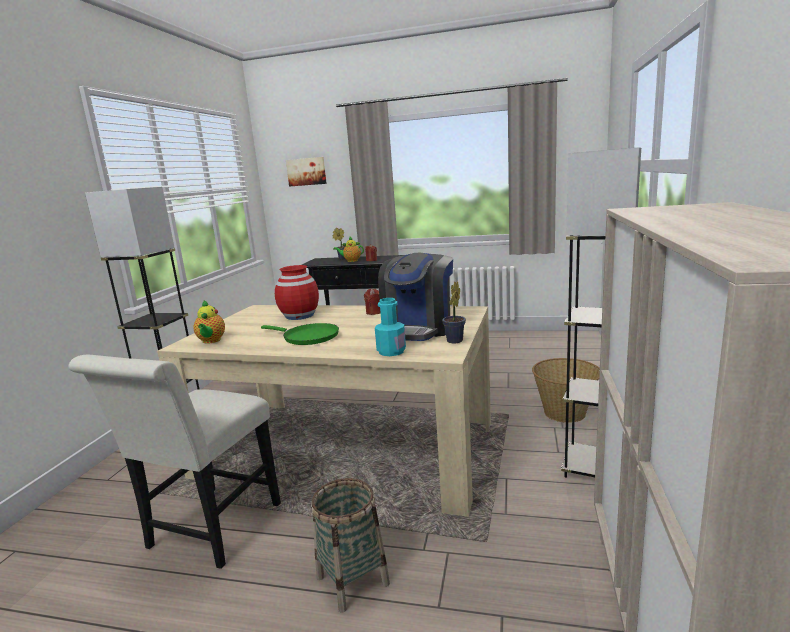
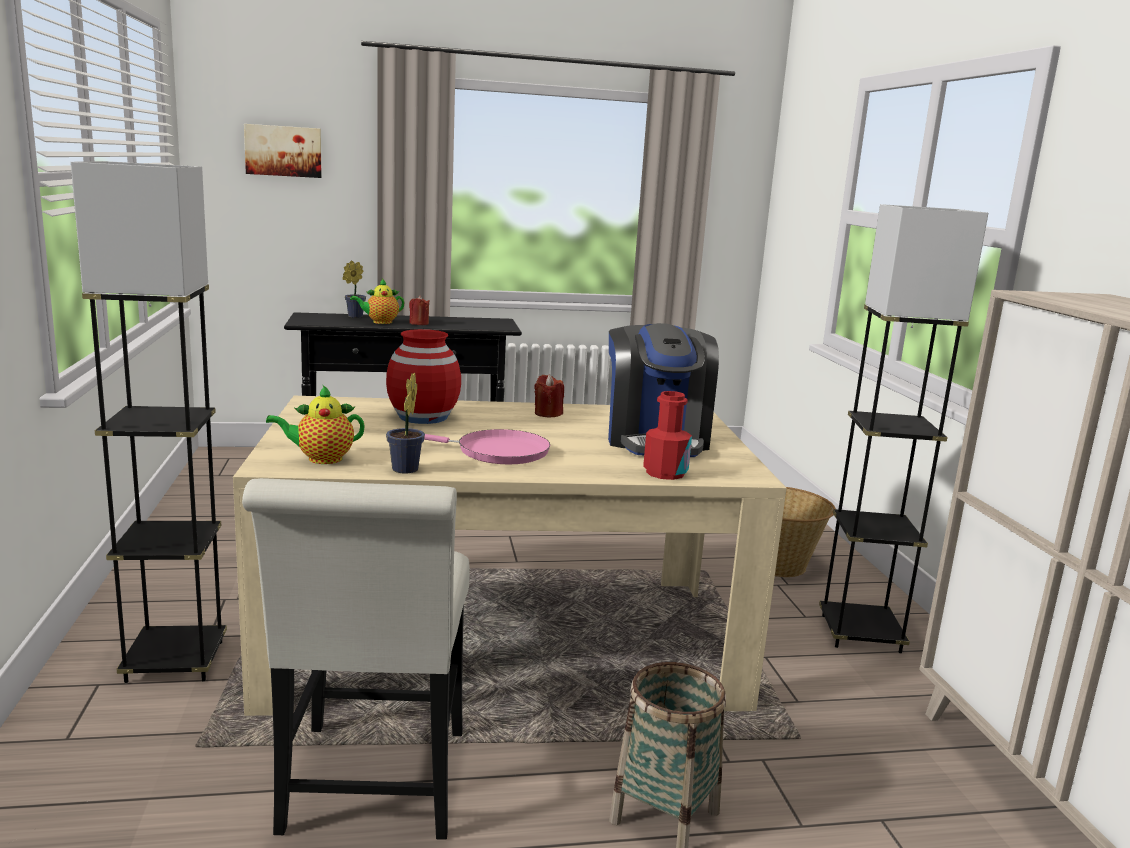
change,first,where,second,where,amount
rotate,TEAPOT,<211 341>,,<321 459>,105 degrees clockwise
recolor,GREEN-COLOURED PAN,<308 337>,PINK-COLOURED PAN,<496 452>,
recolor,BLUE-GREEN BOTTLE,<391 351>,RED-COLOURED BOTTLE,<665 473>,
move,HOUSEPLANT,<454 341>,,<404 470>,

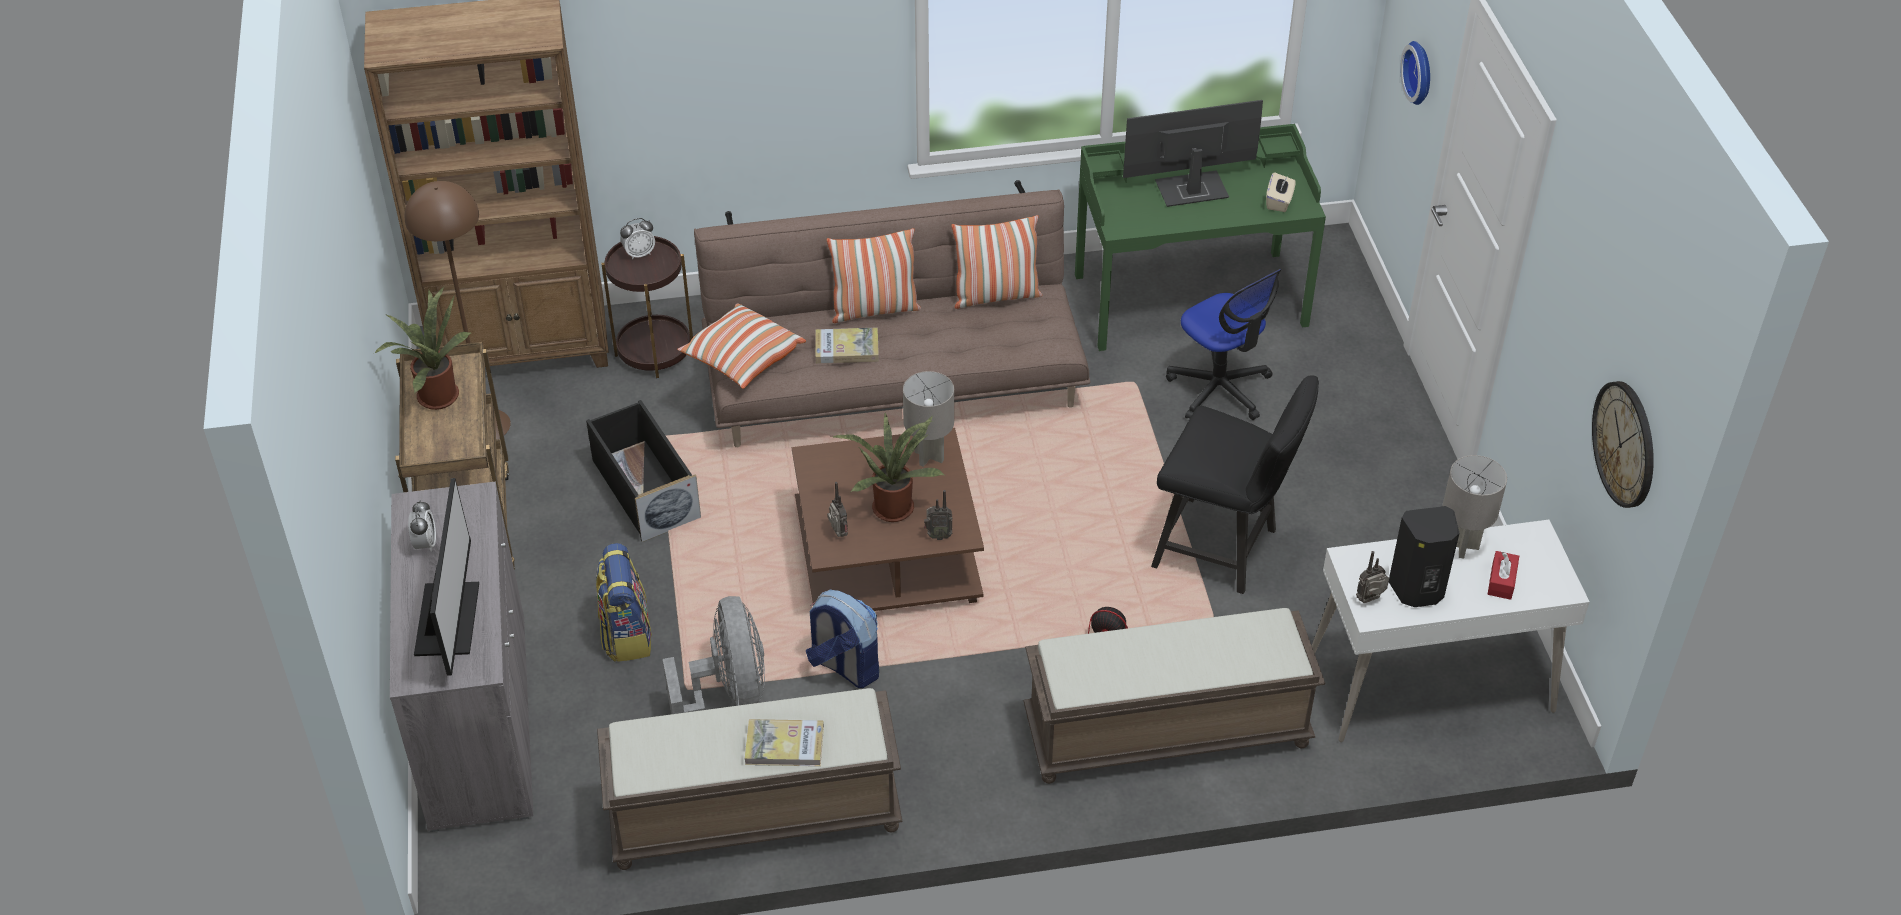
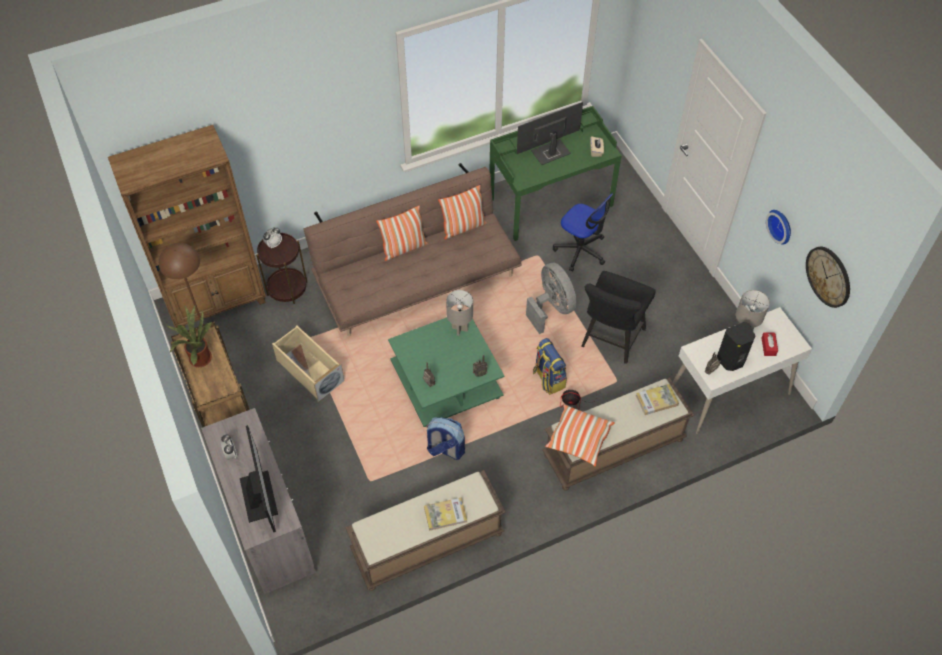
change,first,where,second,where,amount
recolor,BLACK STORAGE CONTAINER,<644 489>,BEIGE-COLOURED STORAGE CONTAINER,<309 370>,
move,BACKPACK,<626 634>,,<548 379>,
move,GRAY COOLING FAN,<728 696>,,<551 308>,
move,PILLOW,<742 358>,,<579 440>,
recolor,BROWN-COLOURED LOUNGE TABLE,<889 553>,GREEN-COLOURED LOUNGE TABLE,<447 380>,
move,VOLUME,<847 348>,,<656 400>,
delete,HOUSEPLANT,<893 505>,,,
rotate,BLACK PLAIN CHAIR,<1224 550>,,<610 341>,105 degrees clockwise
move,HANGING CLOCK,<1421 72>,,<781 226>,

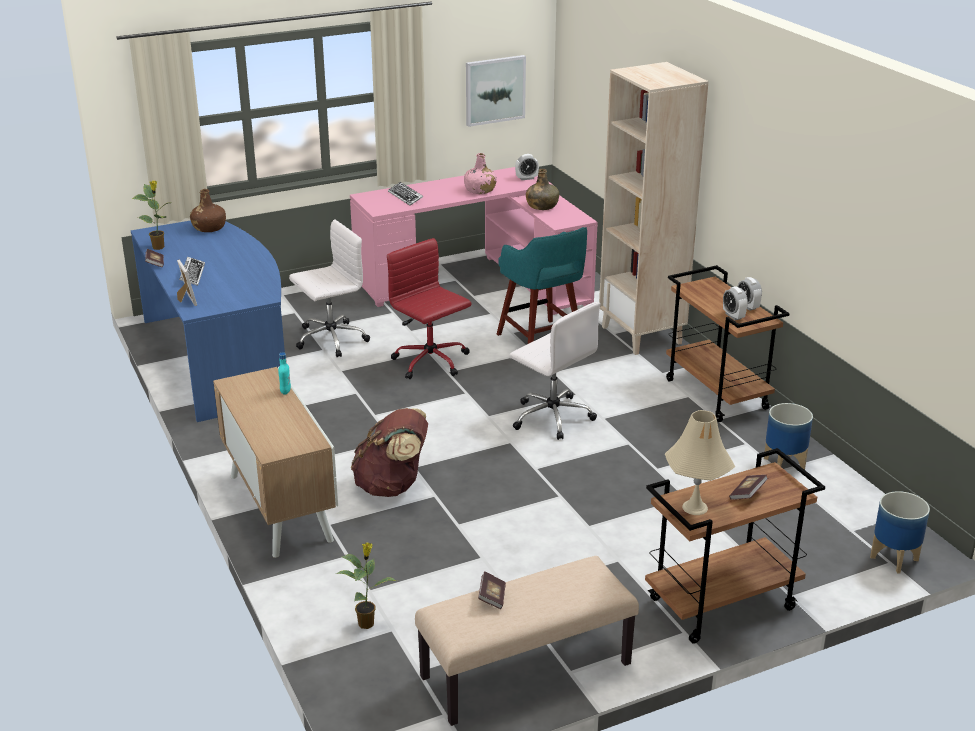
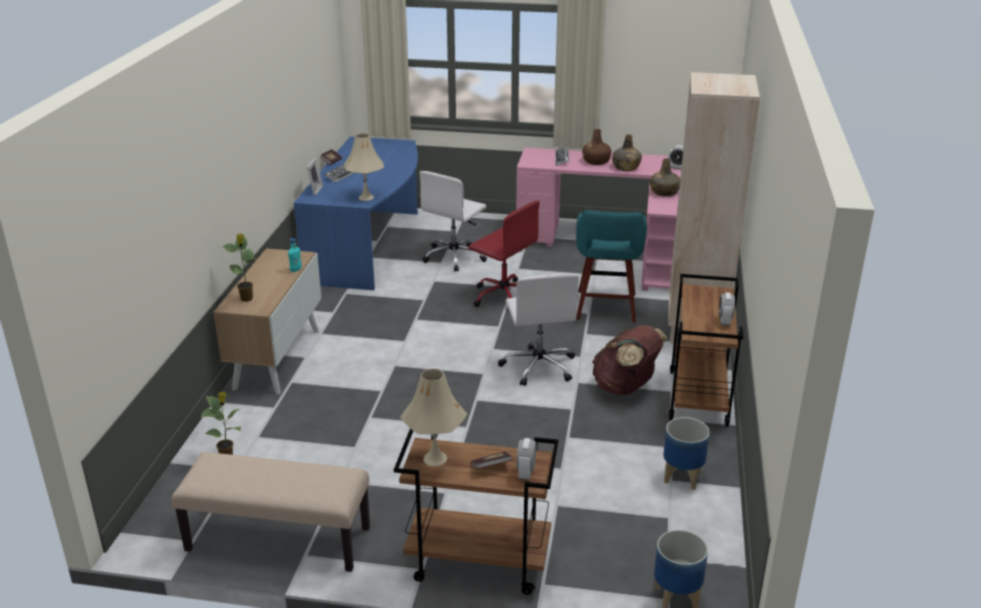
change,first,where,second,where,amount
move,HOUSEPLANT,<159 247>,,<247 299>,
move,BROWN-COLOURED BOTTLE,<209 228>,,<596 161>,
rotate,WHITISH DESK CHAIR,<330 339>,,<454 257>,120 degrees clockwise
move,BROWN-COLOURED BACKPACK,<392 486>,,<625 388>,
rotate,RED-COLOURED DESK CHAIR,<431 362>,,<503 296>,135 degrees clockwise
recolor,PINK-COLOURED BOTTLE,<480 190>,GREEN-COLOURED BOTTLE,<625 167>,
delete,WALL PICTURE,<494 90>,,,
delete,VOLUME,<492 597>,,,
move,ALARM CLOCK,<733 316>,,<526 472>,
insert,,,BEIGE-COLOURED LAMP FOR A TABLE,<366 197>,

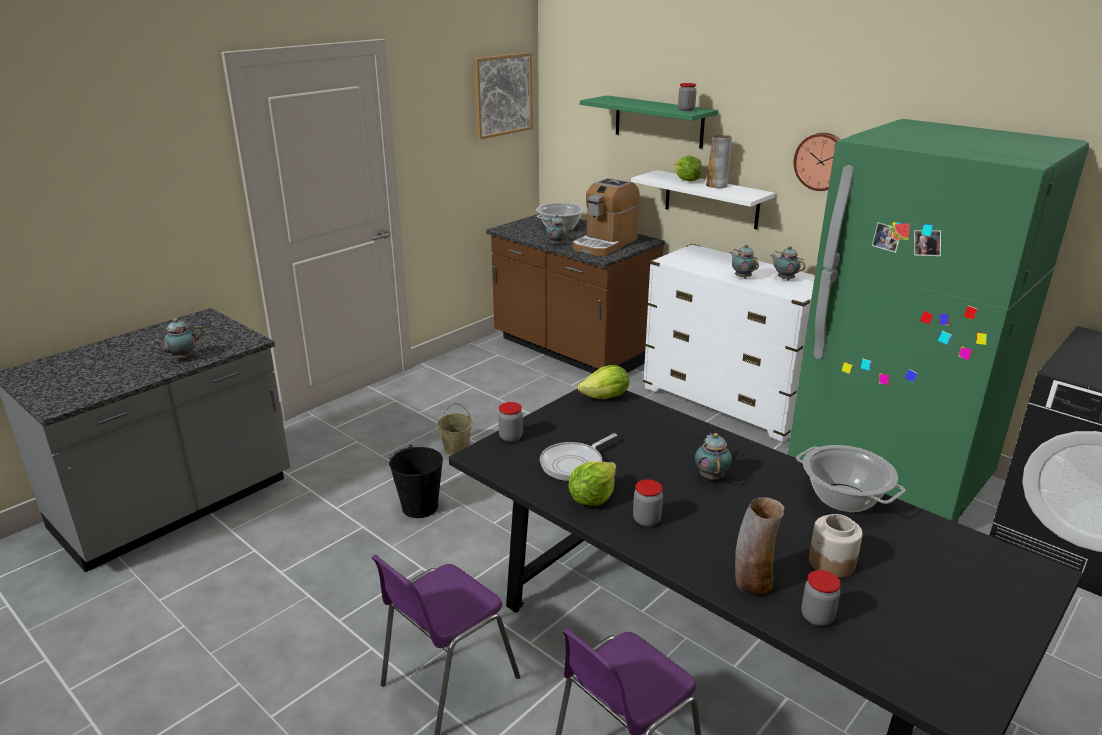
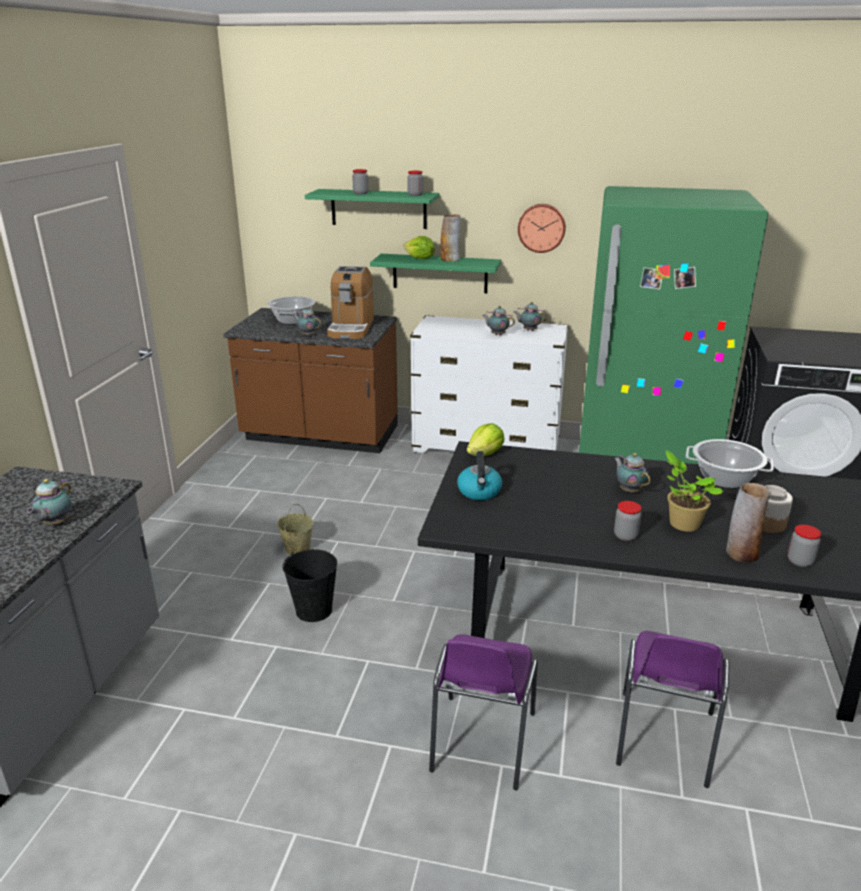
change,first,where,second,where,amount
delete,WALL PICTURE,<502 95>,,,
move,JAR,<510 437>,,<360 193>,
delete,PAN,<574 464>,,,
delete,HEAD OF LETTUCE,<592 498>,,,
recolor,WHITISH BRACKET SHELF,<711 199>,GREEN-COLOURED BRACKET SHELF,<440 273>,
insert,,,WATER KETTLE,<479 492>,
insert,,,HOUSEPLANT,<682 523>,

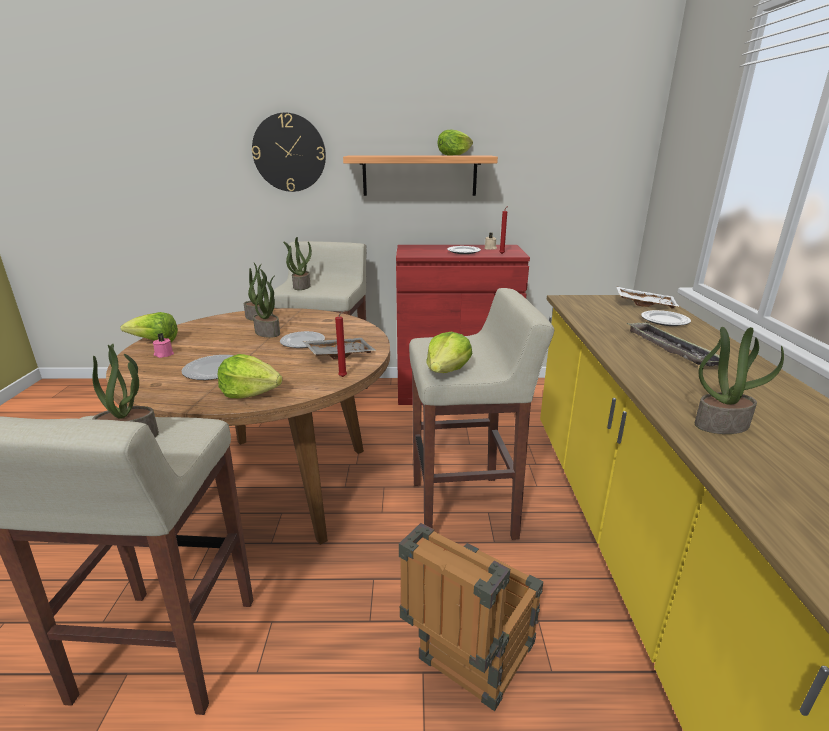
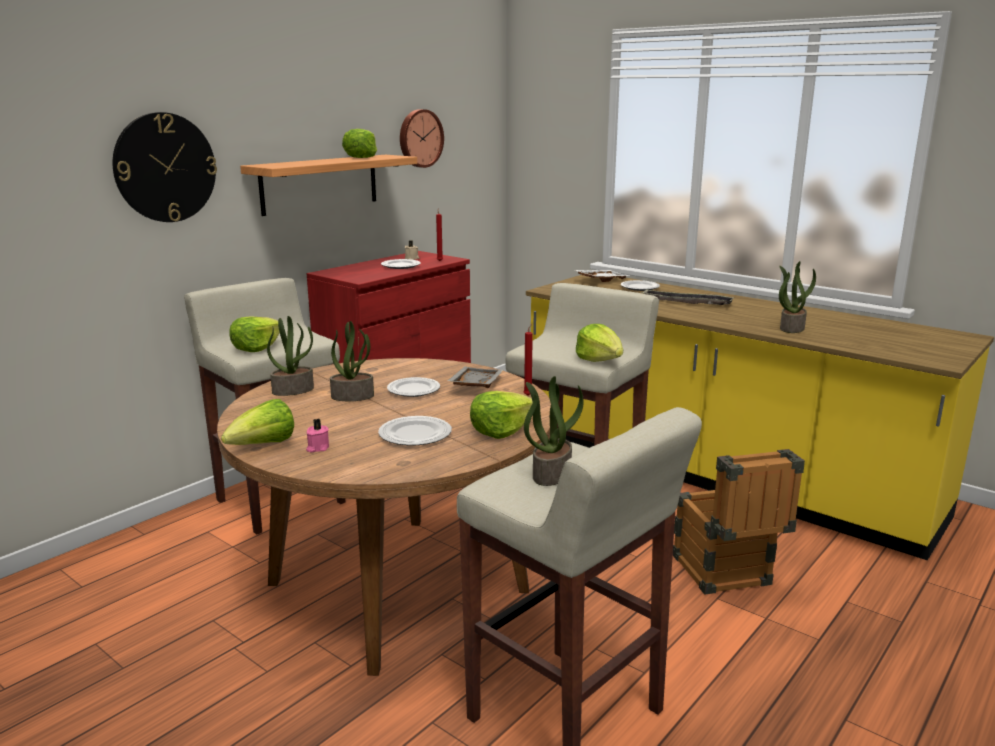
change,first,where,second,where,amount
replace,HOUSEPLANT,<301 286>,HEAD OF LETTUCE,<256 348>,
insert,,,HANGING CLOCK,<419 138>,

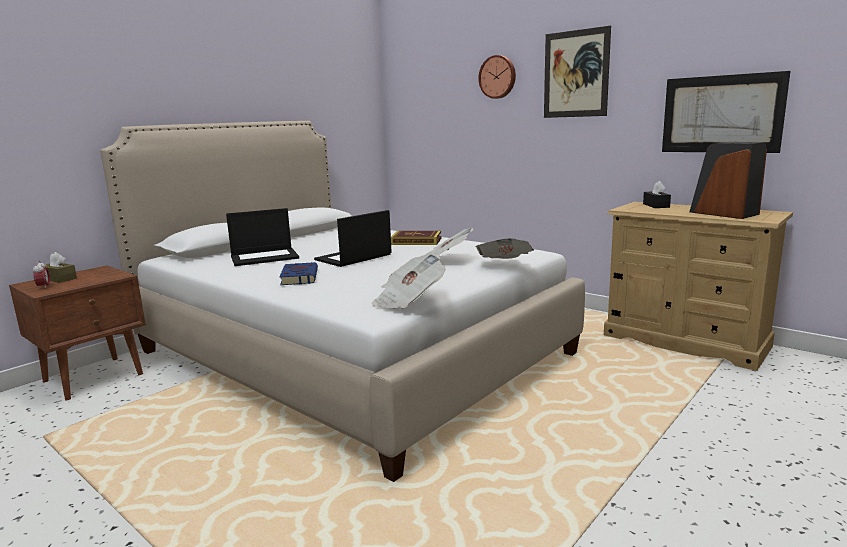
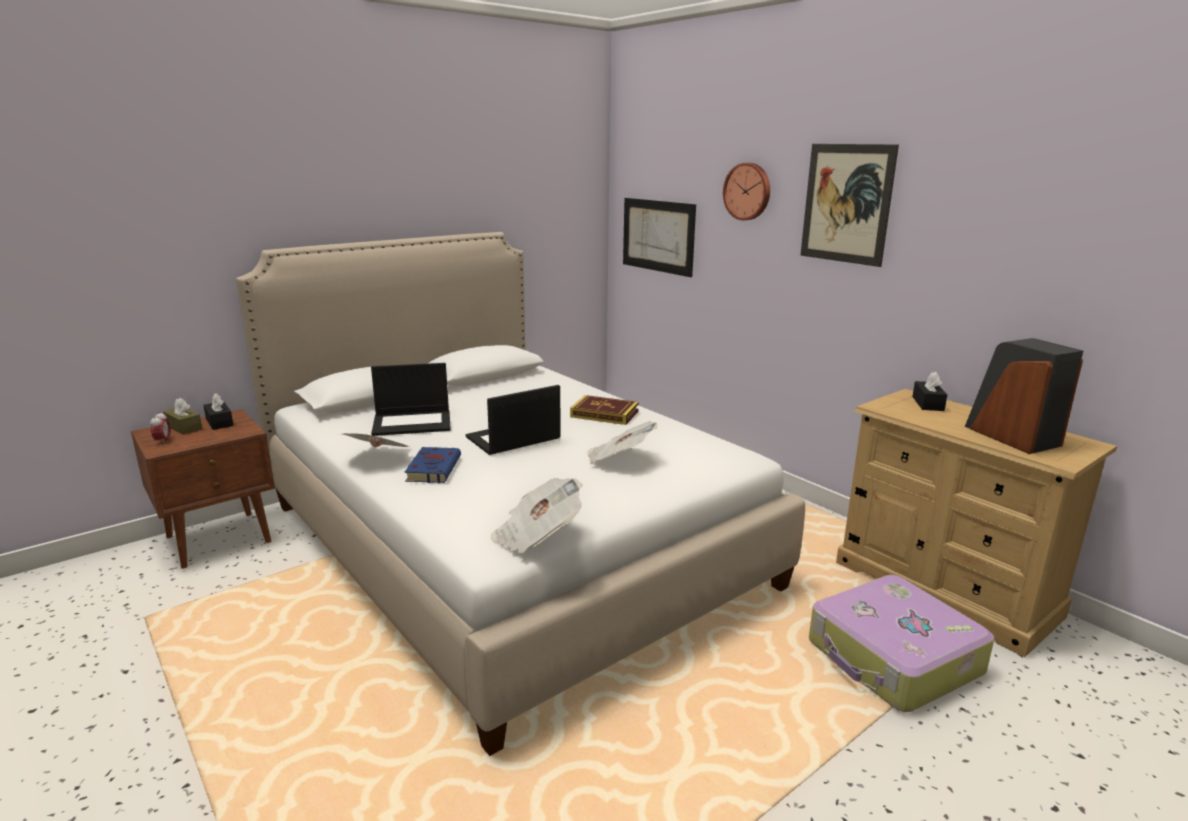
change,first,where,second,where,amount
move,NEWSPAPER,<504 265>,,<380 458>,
move,WALL PICTURE,<721 114>,,<657 236>,
insert,,,BLACK BOX OF TISSUES,<219 422>,
insert,,,PIECE OF LUGGAGE,<893 658>,

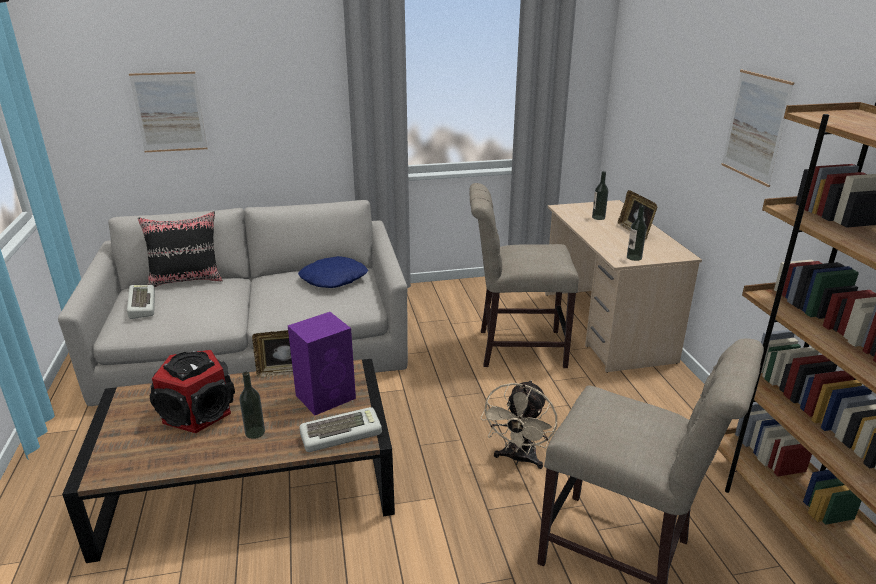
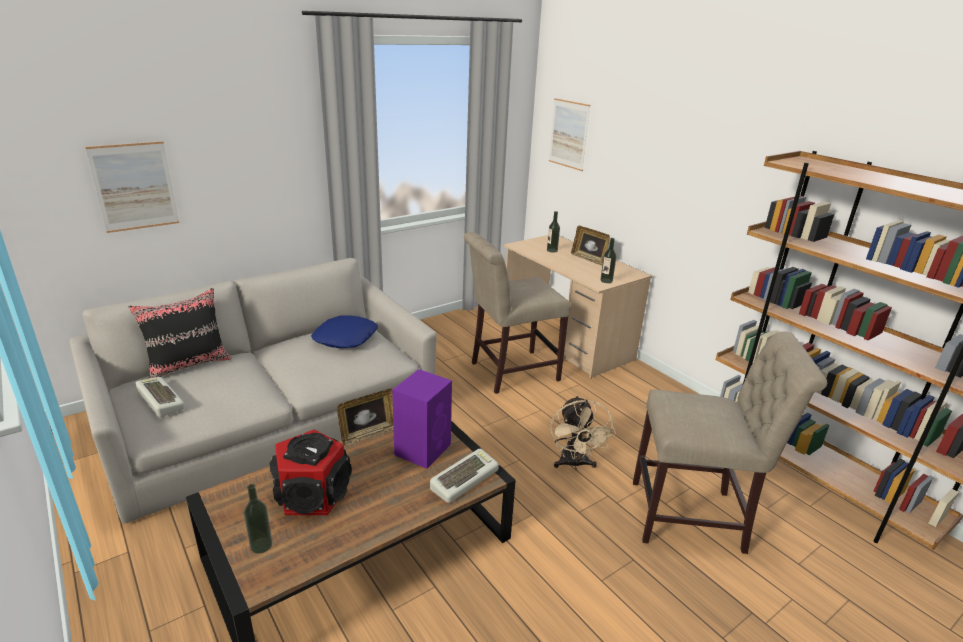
change,first,where,second,where,amount
move,BOTTLE,<255 432>,,<261 545>,
move,WALL PICTURE,<755 127>,,<568 134>,

